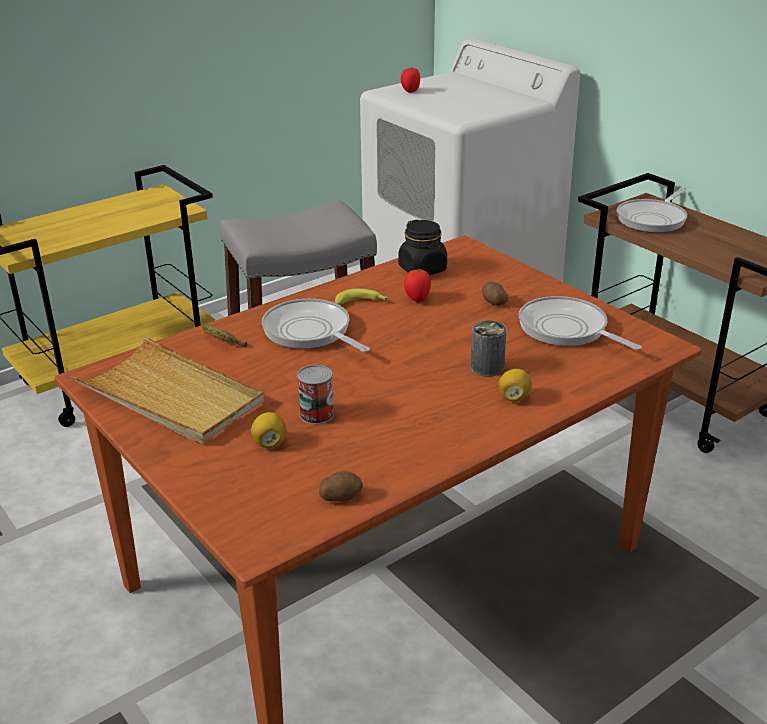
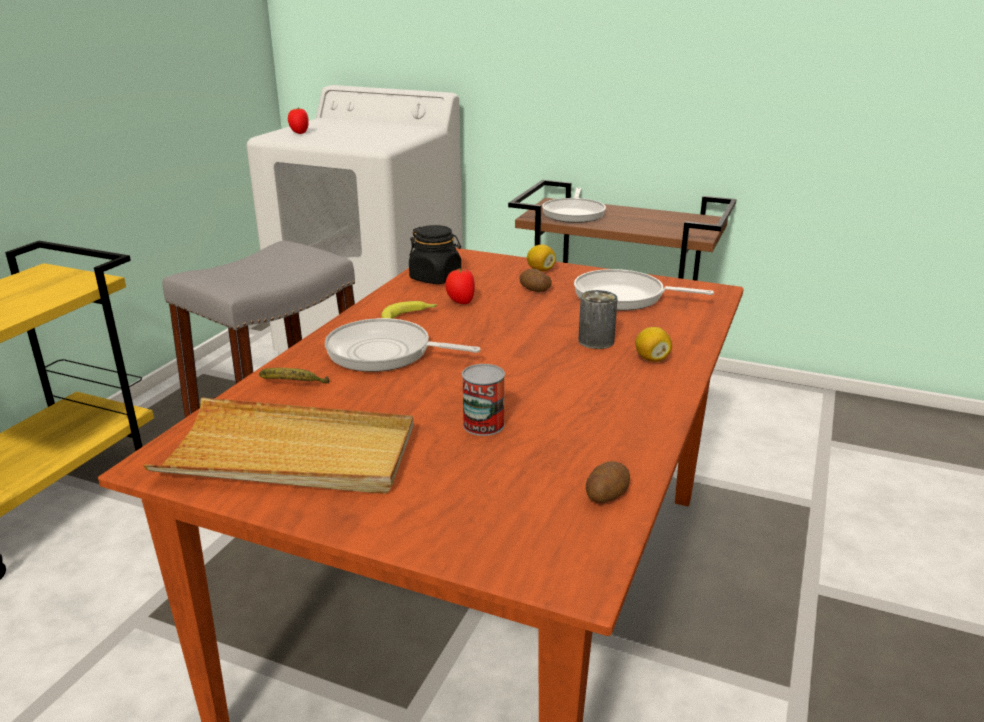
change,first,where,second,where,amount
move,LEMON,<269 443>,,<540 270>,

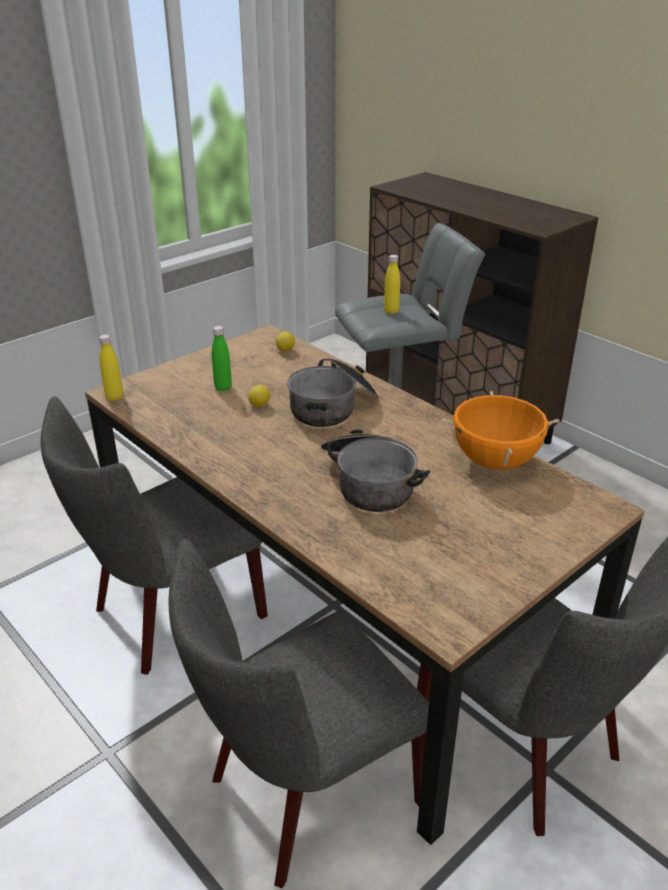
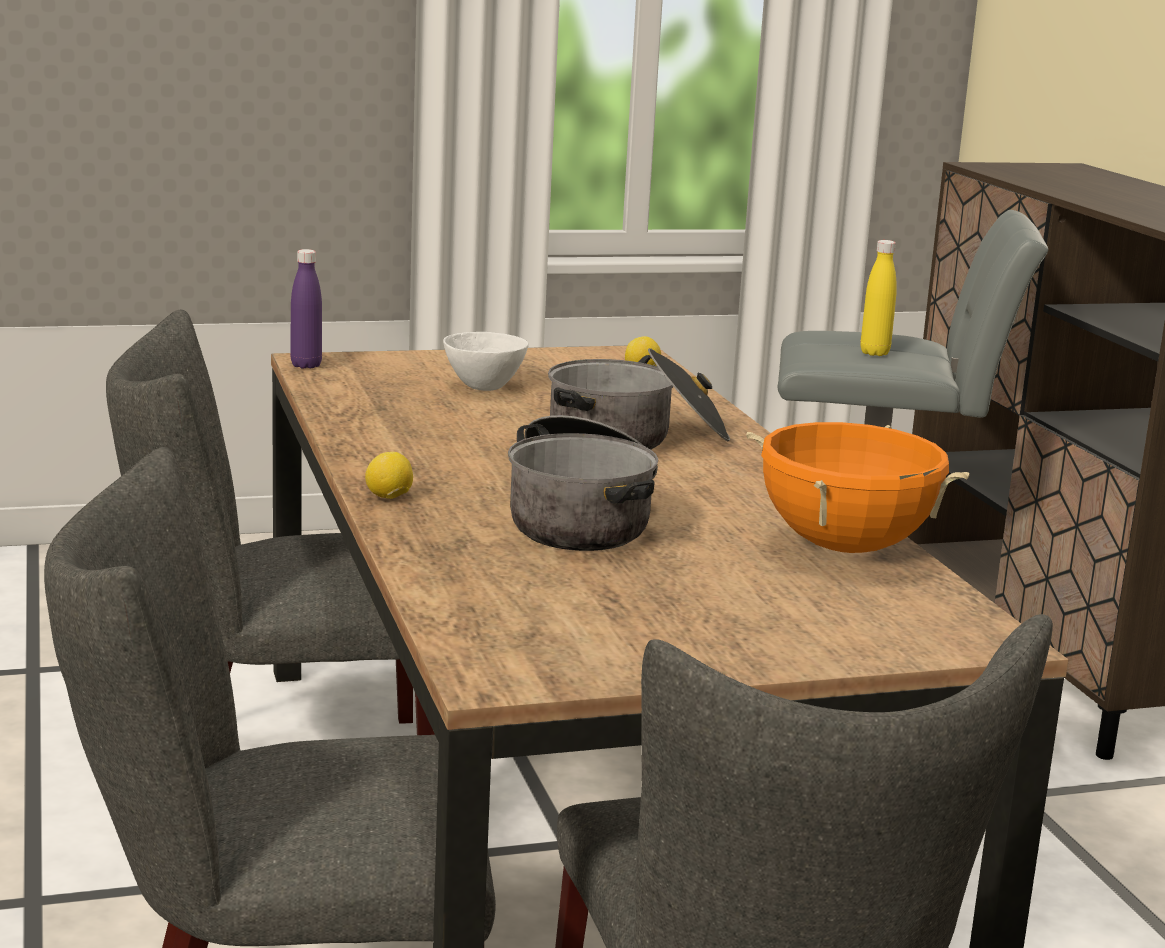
change,first,where,second,where,amount
recolor,YELLOW-COLOURED BOTTLE,<114 397>,PURPLE BOTTLE,<306 365>,
replace,GREEN-COLOURED BOTTLE,<223 387>,WHITISH BOWL,<483 387>,
move,LEMON,<259 405>,,<389 498>,

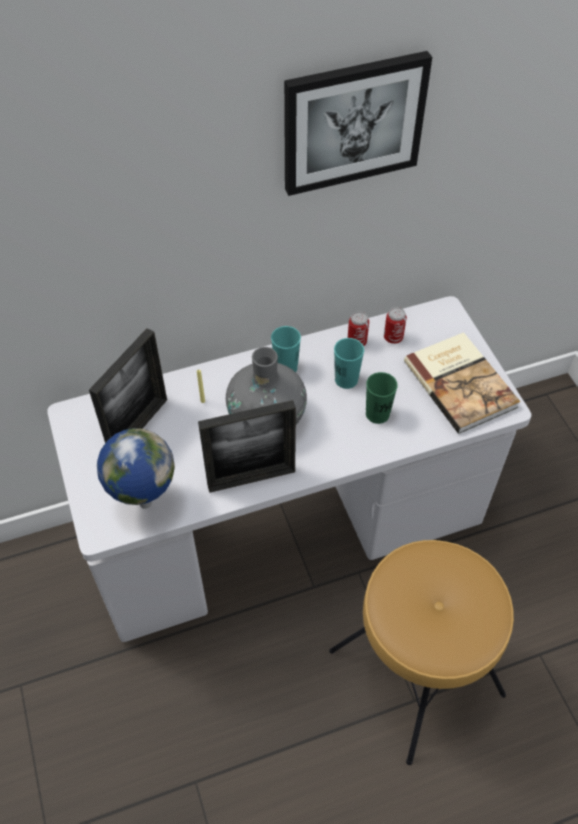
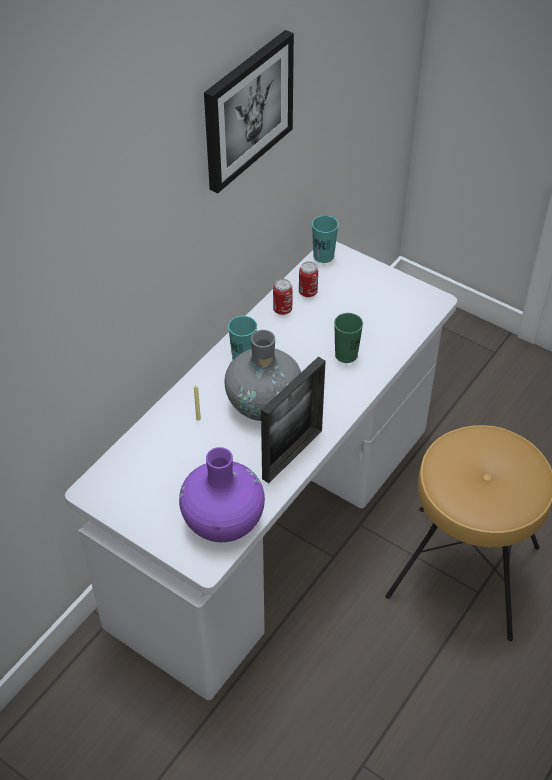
change,first,where,second,where,amount
delete,PHOTO FRAME,<138 427>,,,
replace,WORLD GLOBE,<144 503>,PURPLE FLOWER VASE,<223 521>,
move,BLUE-GREEN SMALL CUP,<346 379>,,<323 256>,
delete,VOLUME,<461 383>,,,

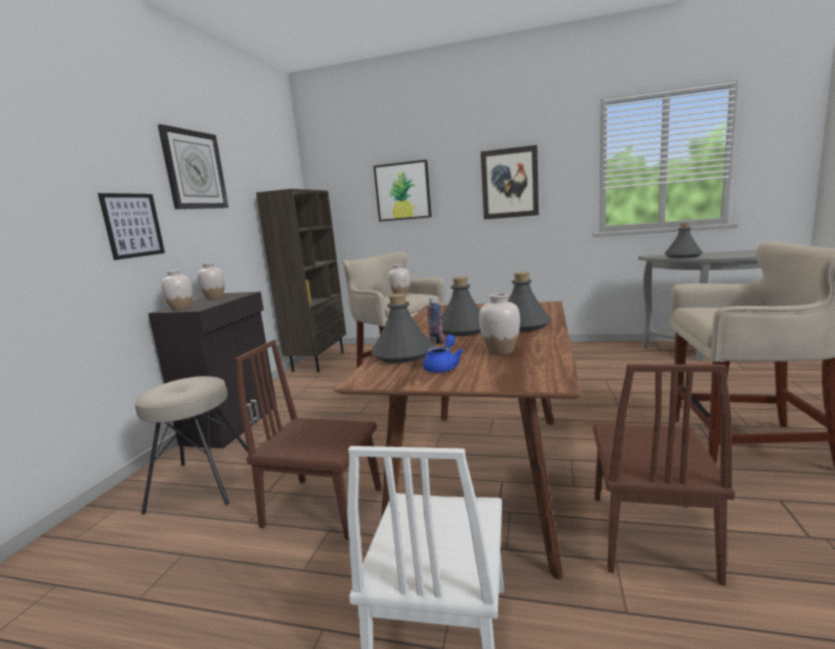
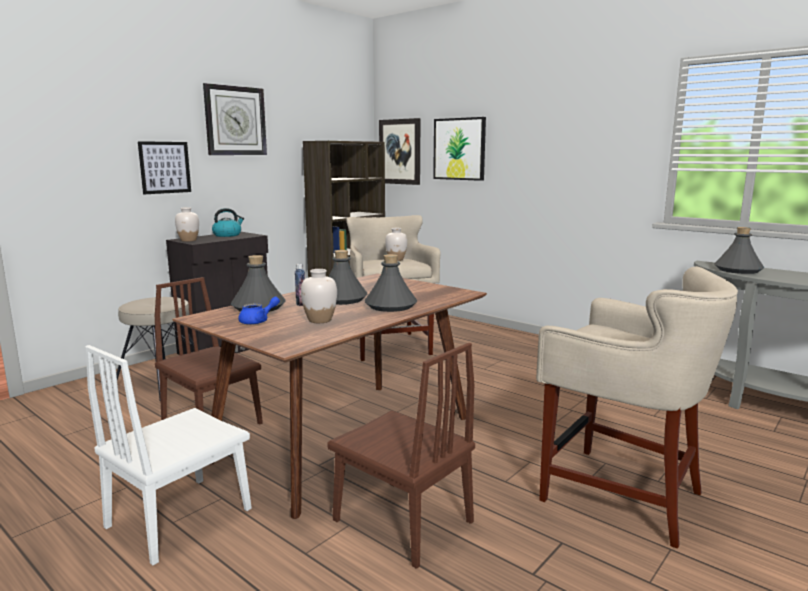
change,first,where,second,where,amount
replace,WHITISH FLOWER VASE,<214 298>,WATER KETTLE,<227 235>,
move,WALL PICTURE,<509 183>,,<400 151>,
rotate,BROWN-COLOURED PLAIN CHAIR,<650 535>,,<402 521>,90 degrees counterclockwise

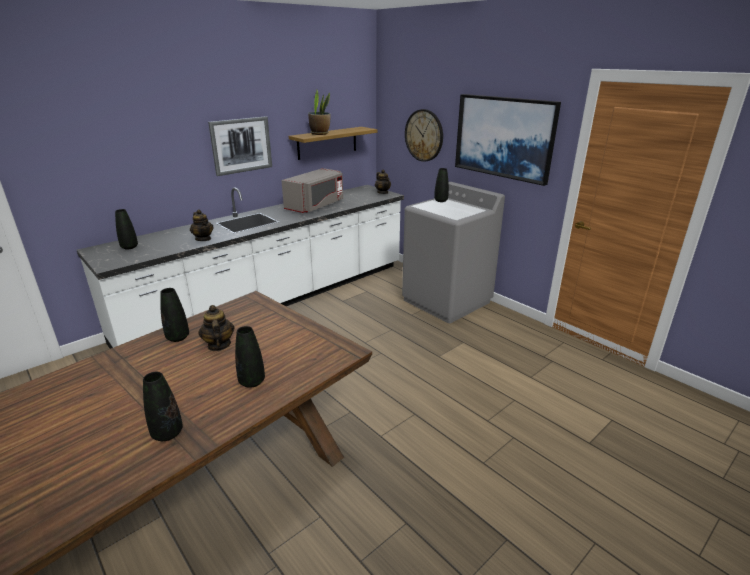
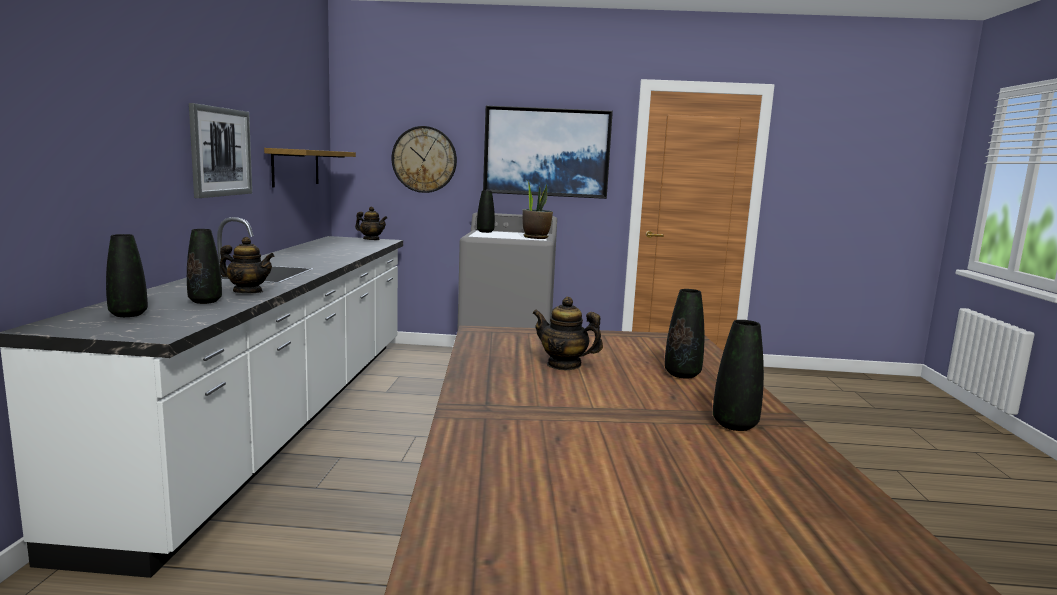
change,first,where,second,where,amount
move,BLACK FLOWER VASE,<178 337>,,<205 301>,
delete,GRAY MICROWAVE,<315 206>,,,
move,HOUSEPLANT,<320 133>,,<536 237>,

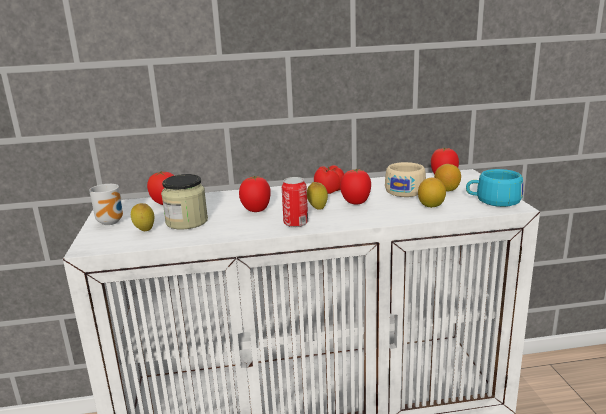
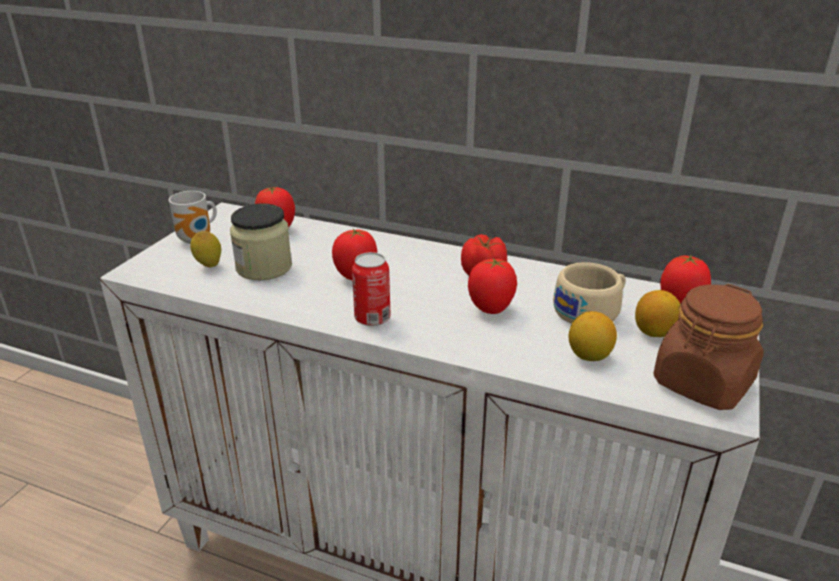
change,first,where,second,where,amount
delete,LEMON,<317 209>,,,
replace,BLUE-GREEN SMALL CUP,<493 201>,BROWN-COLOURED JAR,<702 383>,

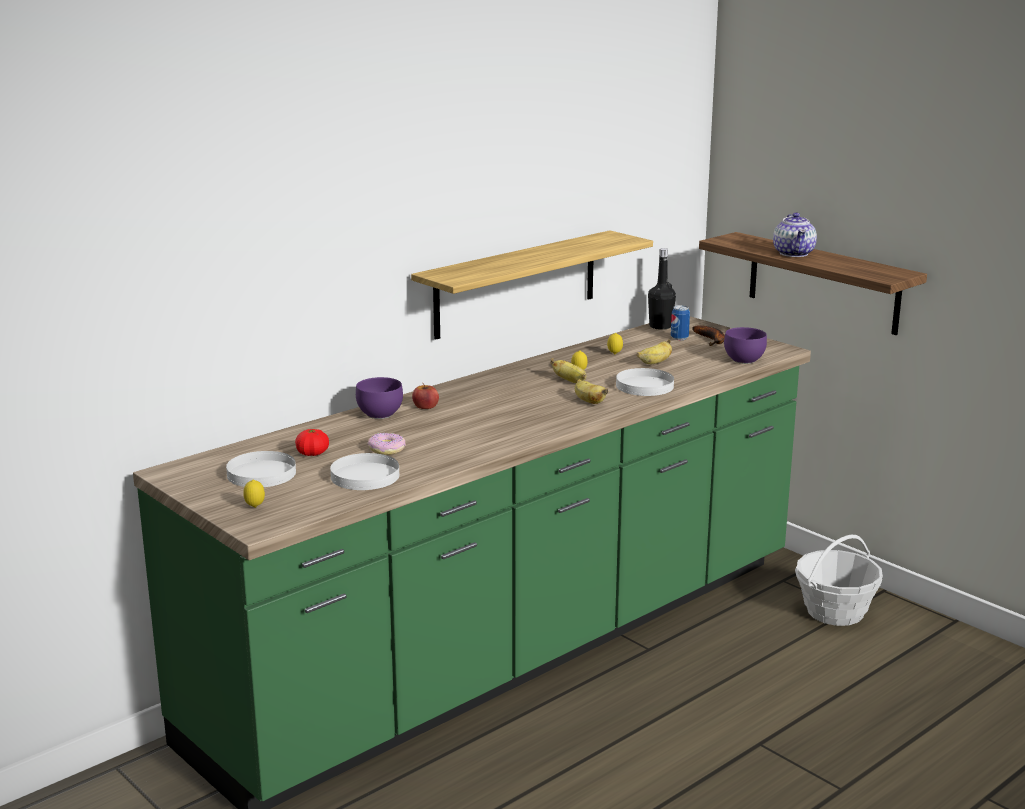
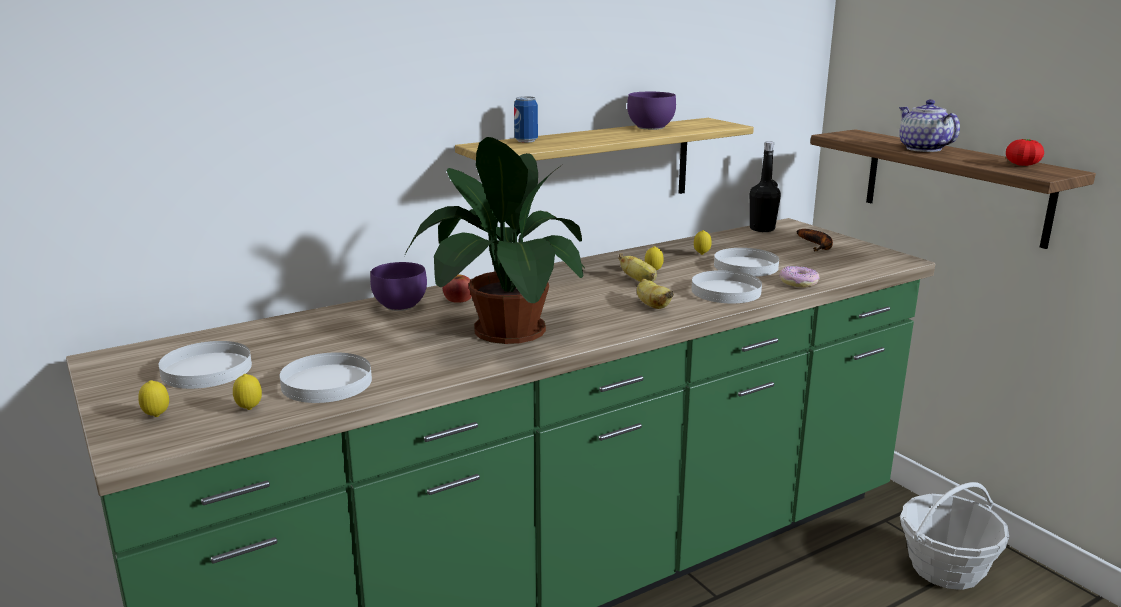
change,first,where,second,where,amount
move,FRESH TOMATO,<312 453>,,<1022 165>,
move,RING DOUGHNUT,<387 449>,,<798 282>,
replace,BANANA FRUIT,<655 362>,WHITISH PLATE,<746 266>,
move,SEALED CAN,<679 338>,,<526 141>,
move,PURPLE BOWL,<745 360>,,<652 128>,
rotate,TEAPOT,<794 253>,,<922 149>,150 degrees clockwise
insert,,,LEMON,<249 409>,
insert,,,HOUSEPLANT,<504 331>,

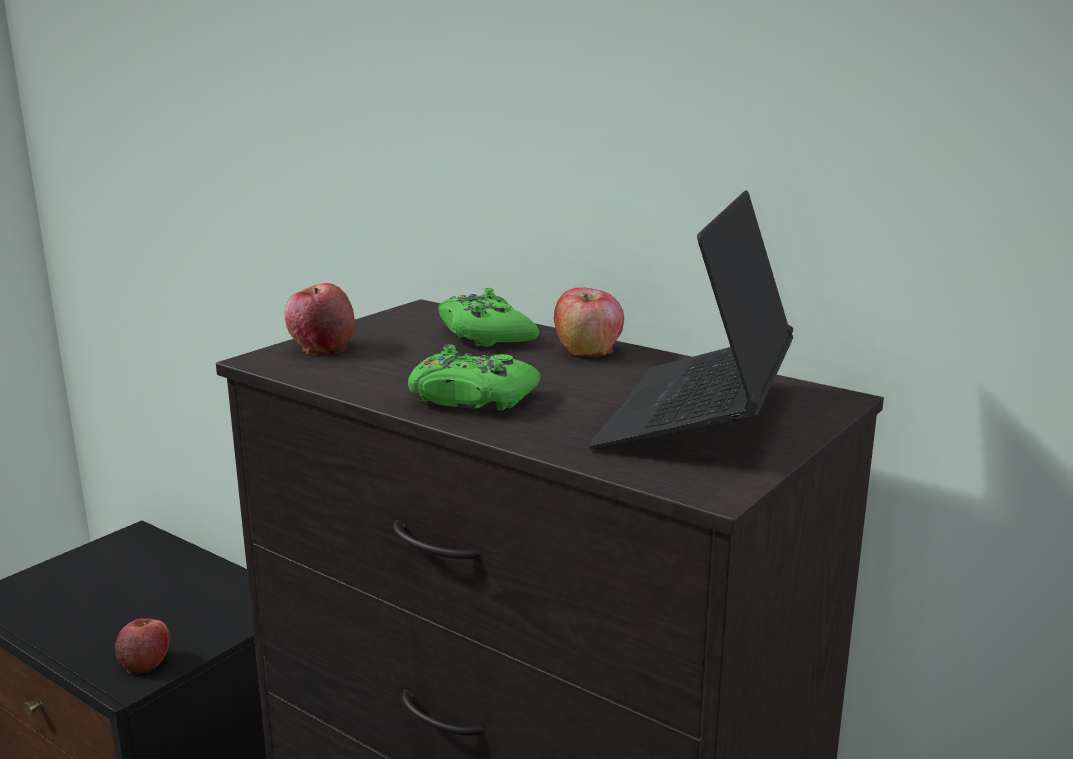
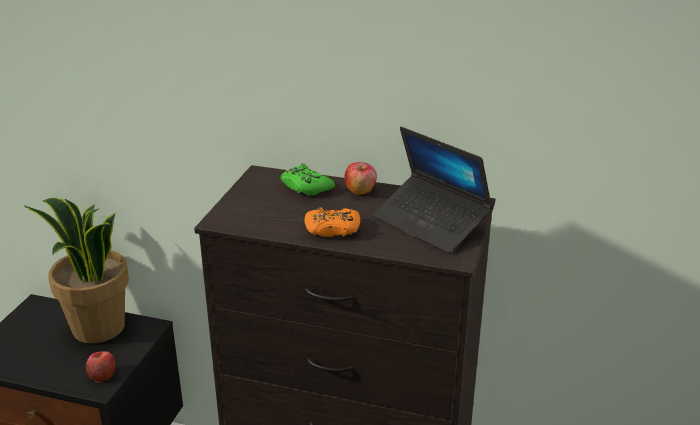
change,first,where,second,where,amount
delete,WHOLE APPLE,<321 347>,,,
recolor,GREEN-COLOURED GAME CONTROLLER,<471 398>,ORANGE-COLOURED GAME CONTROLLER,<332 229>,
rotate,NOTEBOOK COMPUTER,<696 416>,,<430 223>,45 degrees counterclockwise
insert,,,HOUSEPLANT,<97 328>,

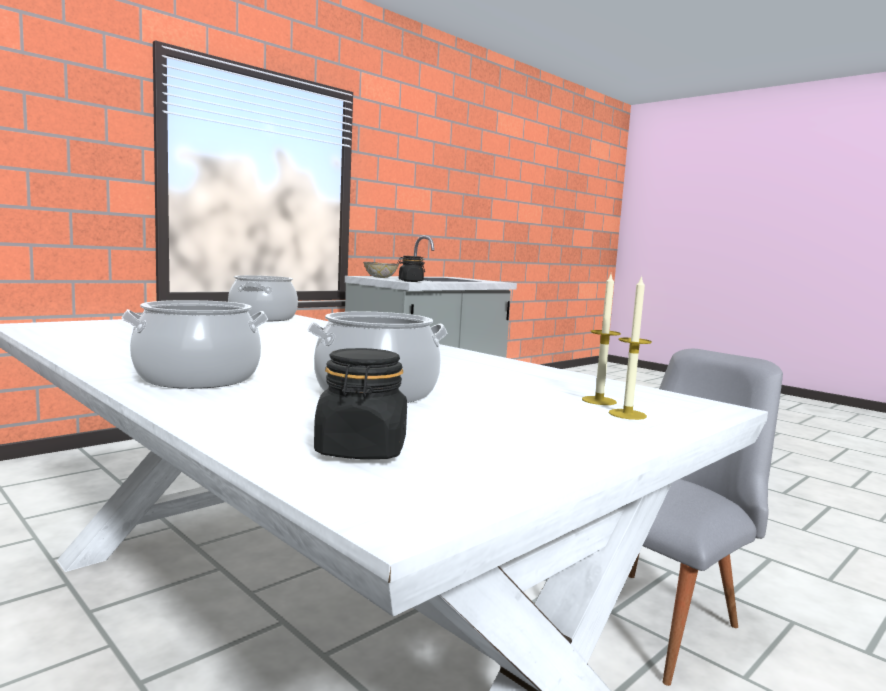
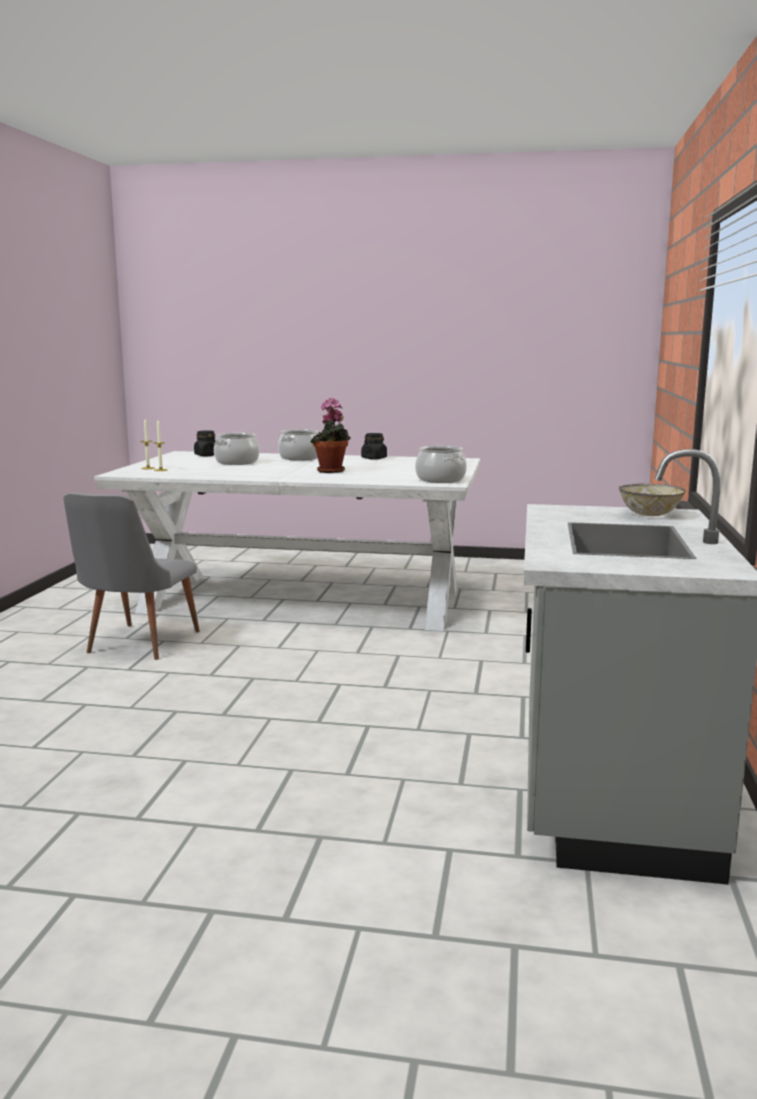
change,first,where,second,where,amount
move,BLACK JAR,<410 281>,,<374 458>,
insert,,,HOUSEPLANT,<331 471>,

